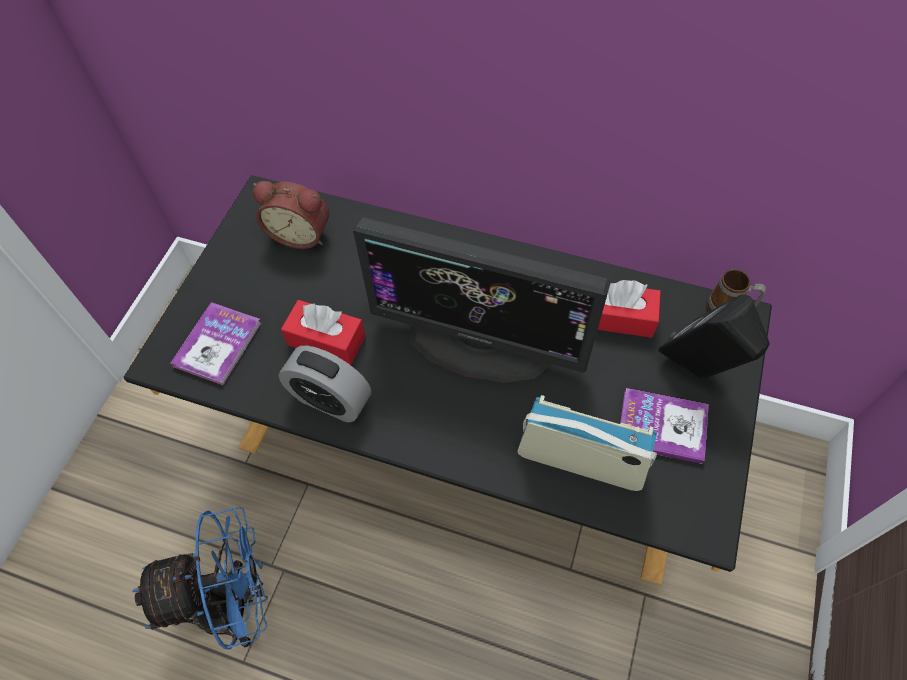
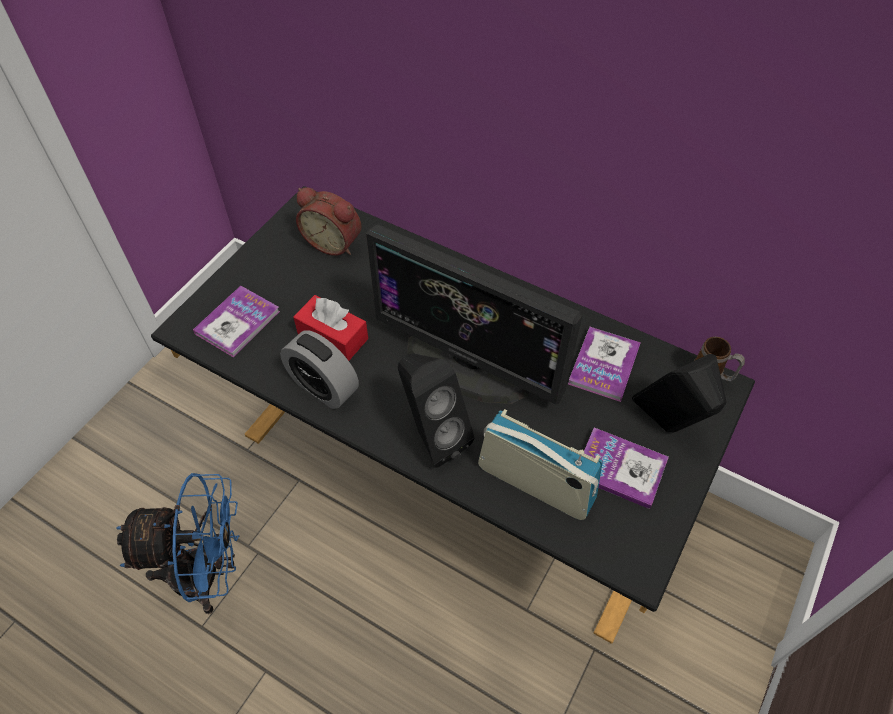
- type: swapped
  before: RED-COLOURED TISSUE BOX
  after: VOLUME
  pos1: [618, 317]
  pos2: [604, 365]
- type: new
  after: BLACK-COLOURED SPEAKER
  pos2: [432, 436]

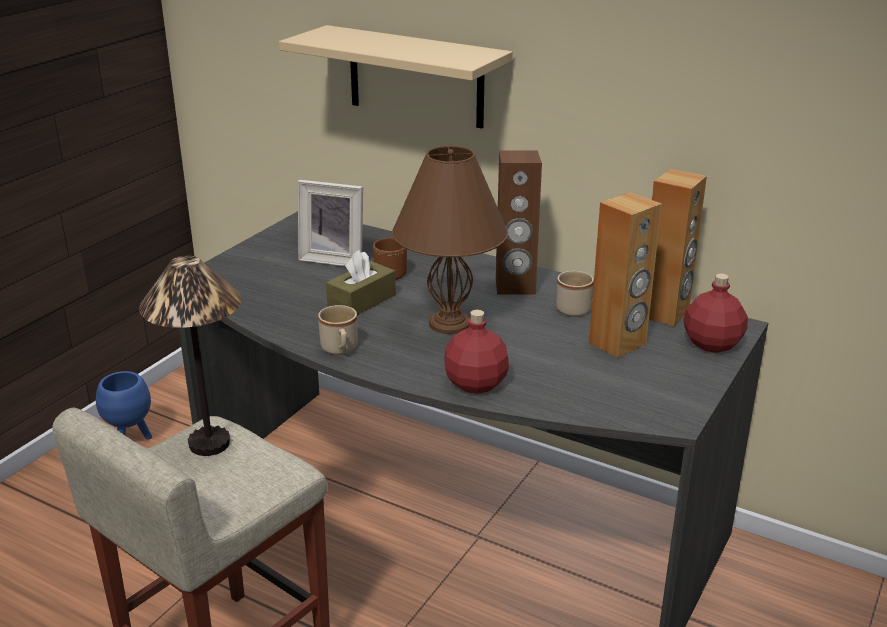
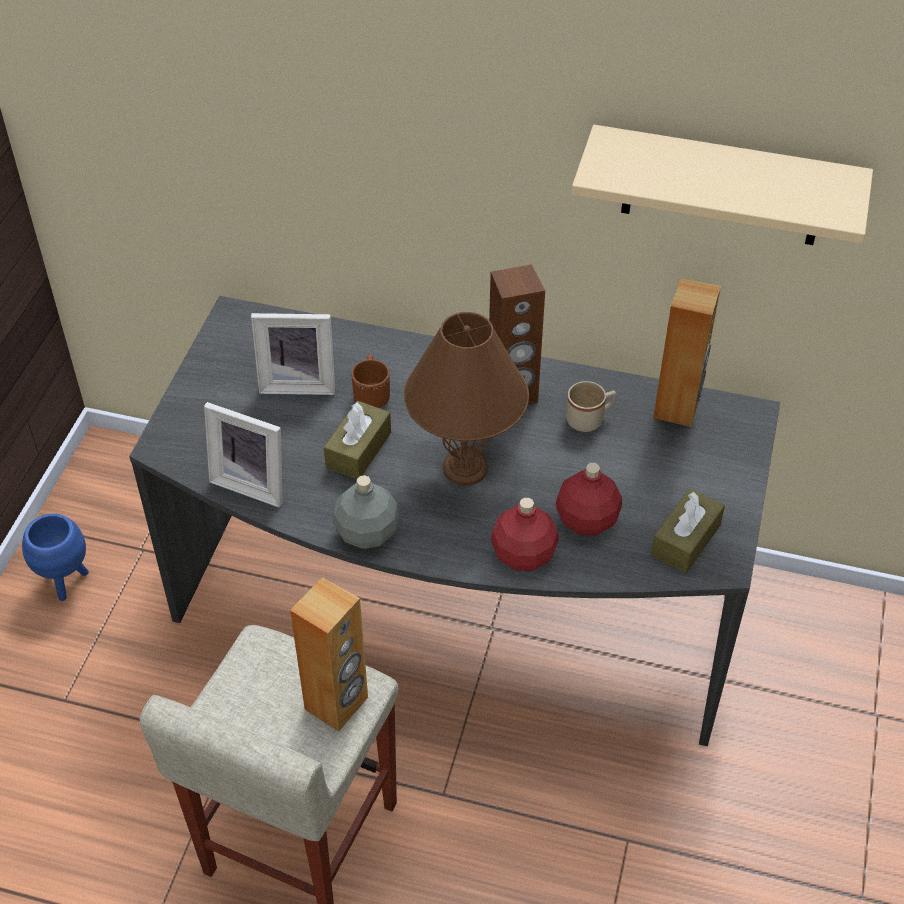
- type: shifted
  before: BEIGE-COLOURED BRACKET SHELF
  pos1: [415, 77]
  pos2: [723, 187]
- type: shifted
  before: BROWN-COLOURED SPEAKER
  pos1: [618, 344]
  pos2: [337, 704]
- type: gone
  before: LAMP FOR A TABLE
  pos1: [210, 444]
- type: shifted
  before: RED-COLOURED DRINK BOTTLE
  pos1: [712, 344]
  pos2: [587, 521]
- type: swapped
  before: BEIGE-COLOURED TEA MUG
  after: GRAY DRINK BOTTLE
  pos1: [340, 350]
  pos2: [368, 533]
- type: new
  after: PHOTO FRAME
  pos2: [253, 482]
- type: new
  after: BROWN-COLOURED TISSUE BOX
  pos2: [685, 540]

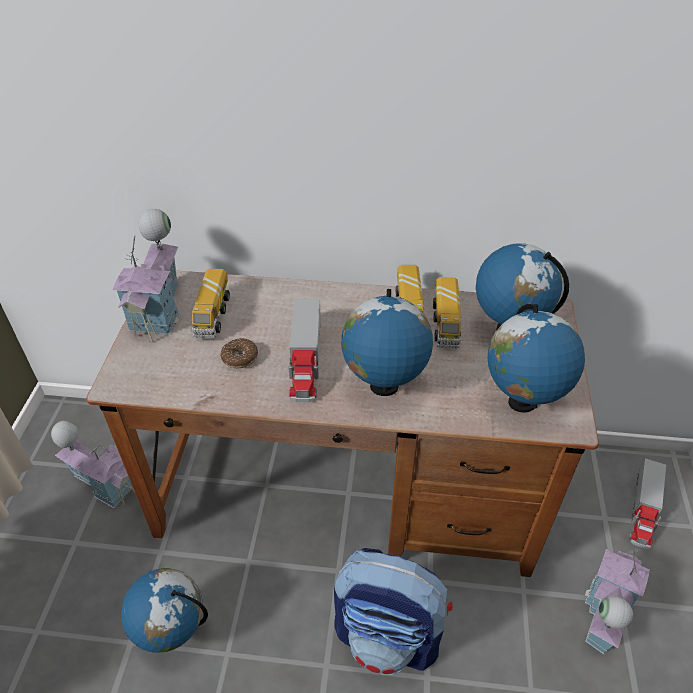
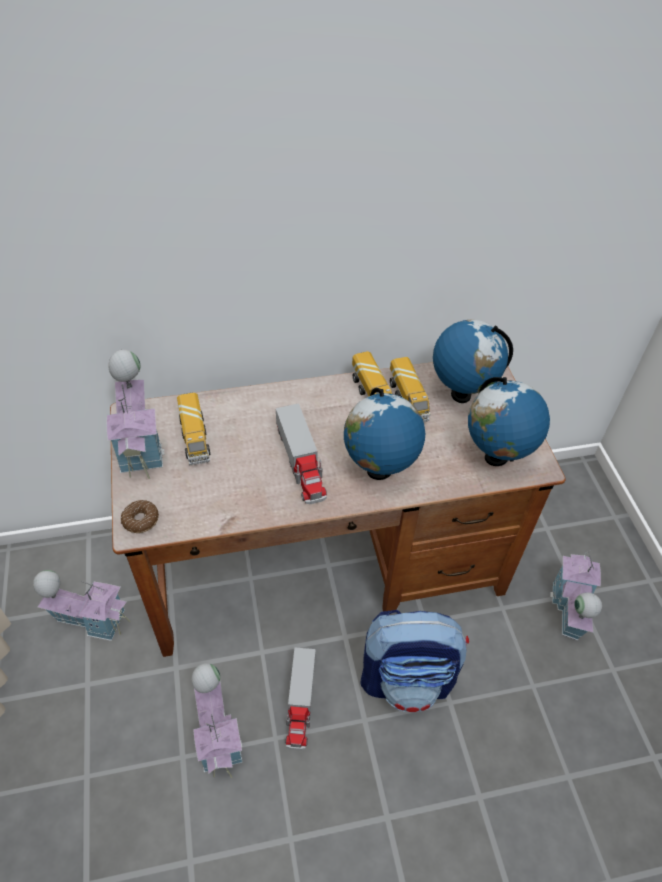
- type: shifted
  before: RING DOUGHNUT
  pos1: [240, 357]
  pos2: [141, 520]
- type: shifted
  before: TOY TRUCK
  pos1: [643, 510]
  pos2: [300, 702]
- type: swapped
  before: WORLD GLOBE
  after: MODEL HOUSE
  pos1: [173, 632]
  pos2: [219, 735]

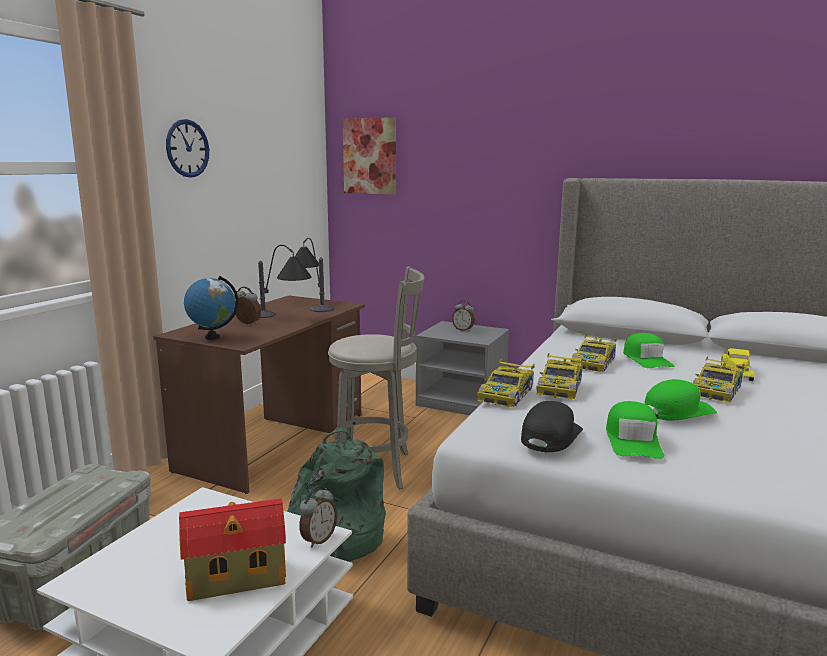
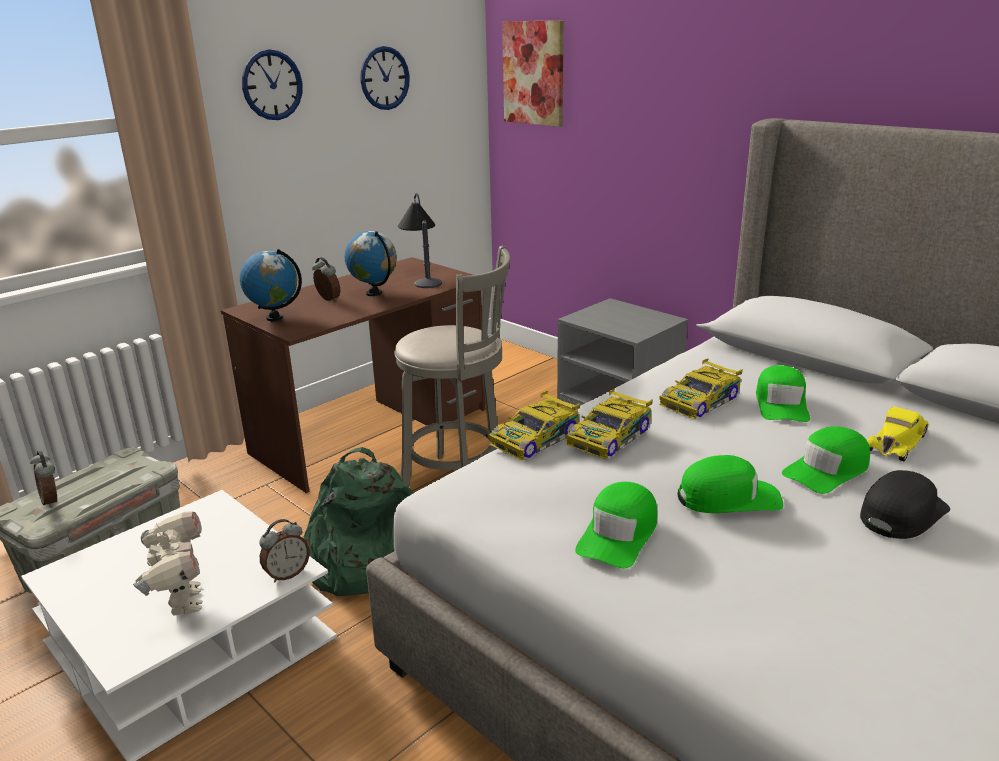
- type: swapped
  before: LAMP FOR A TABLE
  after: WORLD GLOBE
  pos1: [283, 317]
  pos2: [374, 293]
- type: shifted
  before: ALARM CLOCK
  pos1: [463, 330]
  pos2: [52, 501]
- type: swapped
  before: MINIATURE CAR
  after: GREEN-COLOURED PEAKED CAP
  pos1: [717, 390]
  pos2: [827, 470]
- type: shifted
  before: BLACK-COLOURED PEAKED CAP
  pos1: [550, 436]
  pos2: [902, 514]
- type: swapped
  before: MODEL HOUSE
  after: ROBOT FIGURE
  pos1: [234, 579]
  pos2: [182, 602]
- type: new
  after: CLOCK ON THE WALL
  pos2: [384, 78]

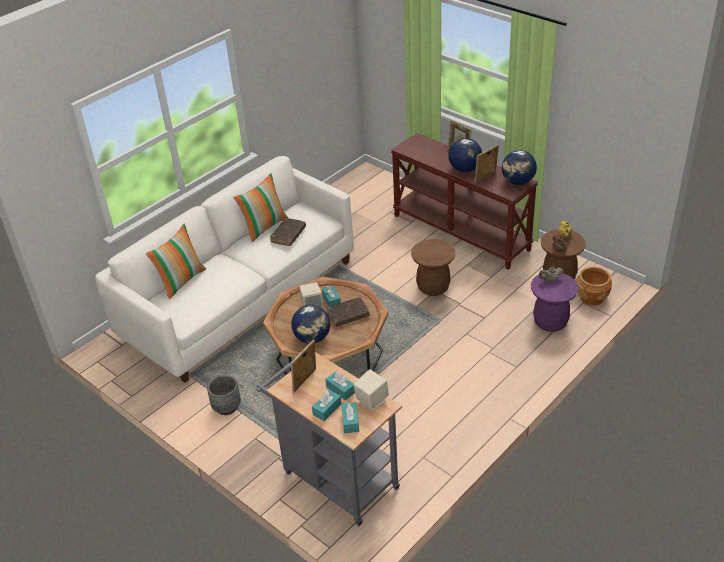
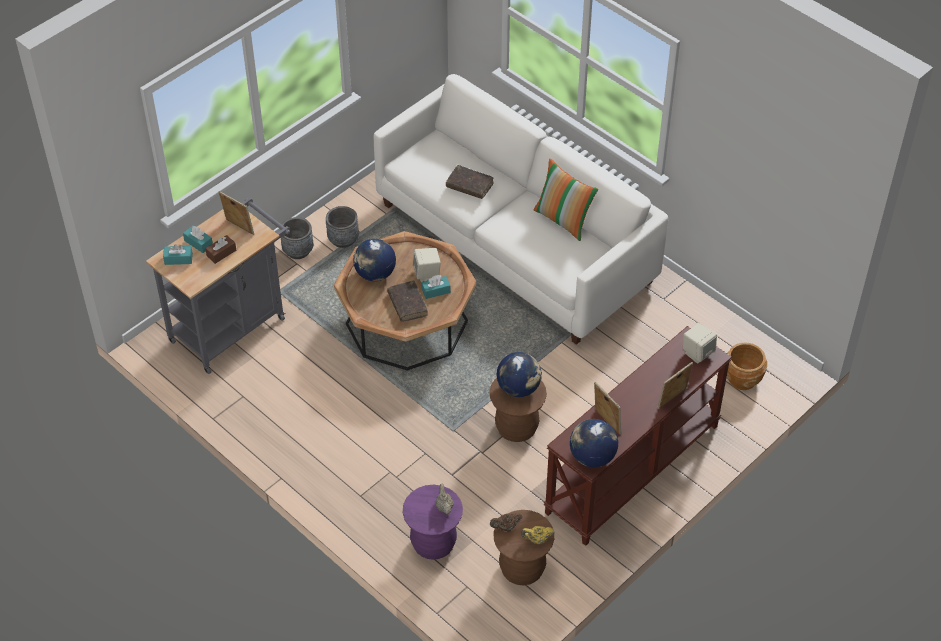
- type: shifted
  before: WORLD GLOBE
  pos1: [464, 169]
  pos2: [518, 388]
- type: shifted
  before: BROWN-COLOURED VOLUME
  pos1: [288, 235]
  pos2: [469, 186]
- type: gone
  before: PILLOW
  pos1: [181, 281]
- type: shifted
  before: BROWN-COLOURED PLANTER
  pos1: [592, 298]
  pos2: [742, 379]
- type: shifted
  before: BEIGE-COLOURED SPEAKER
  pos1: [371, 401]
  pos2: [697, 353]
- type: repainted
  before: TURQUOISE-COLOURED TISSUE BOX
  after: BROWN-COLOURED TISSUE BOX
  pos1: [340, 389]
  pos2: [221, 253]
- type: new
  after: GRAY PLANTER
  pos2: [298, 251]

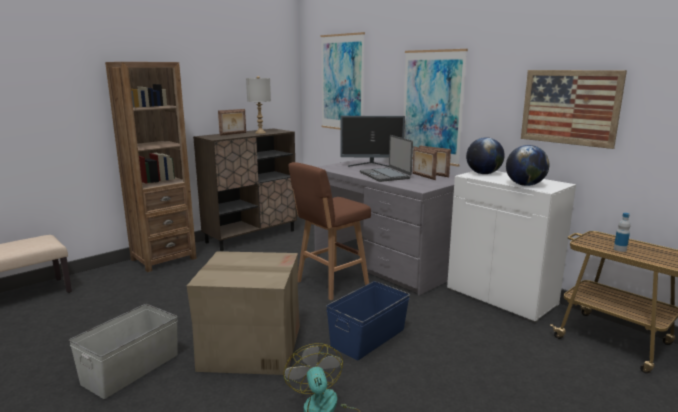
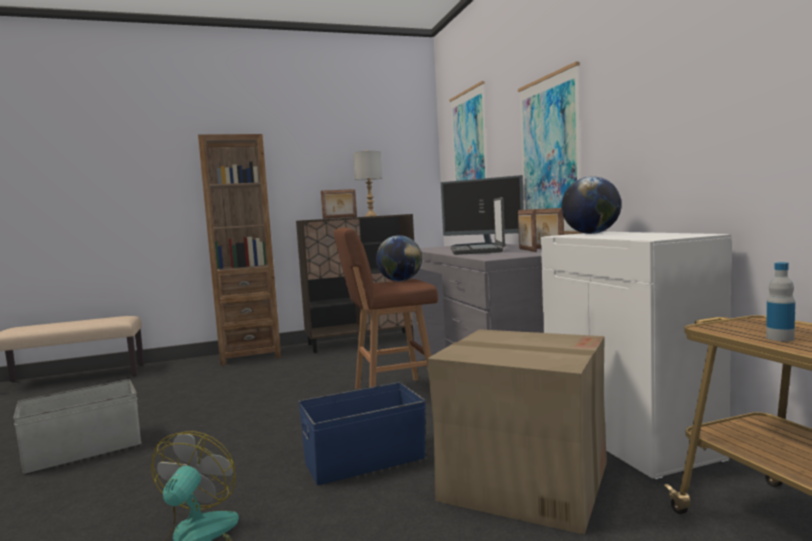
- type: gone
  before: WALL PICTURE
  pos1: [569, 107]
- type: shifted
  before: WORLD GLOBE
  pos1: [525, 185]
  pos2: [400, 281]
- type: shifted
  before: CARTON
  pos1: [250, 347]
  pos2: [524, 480]

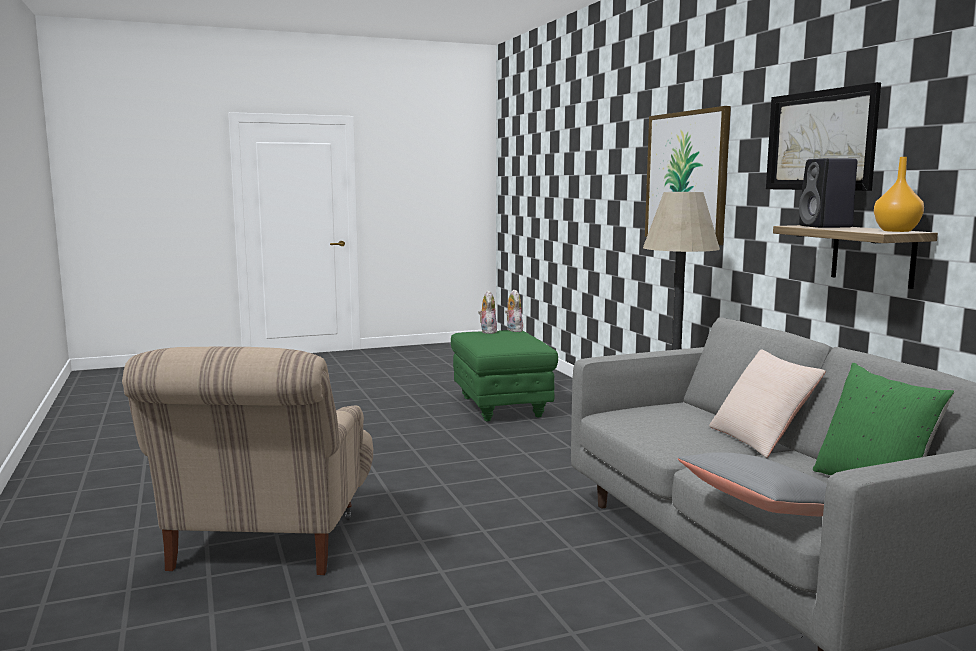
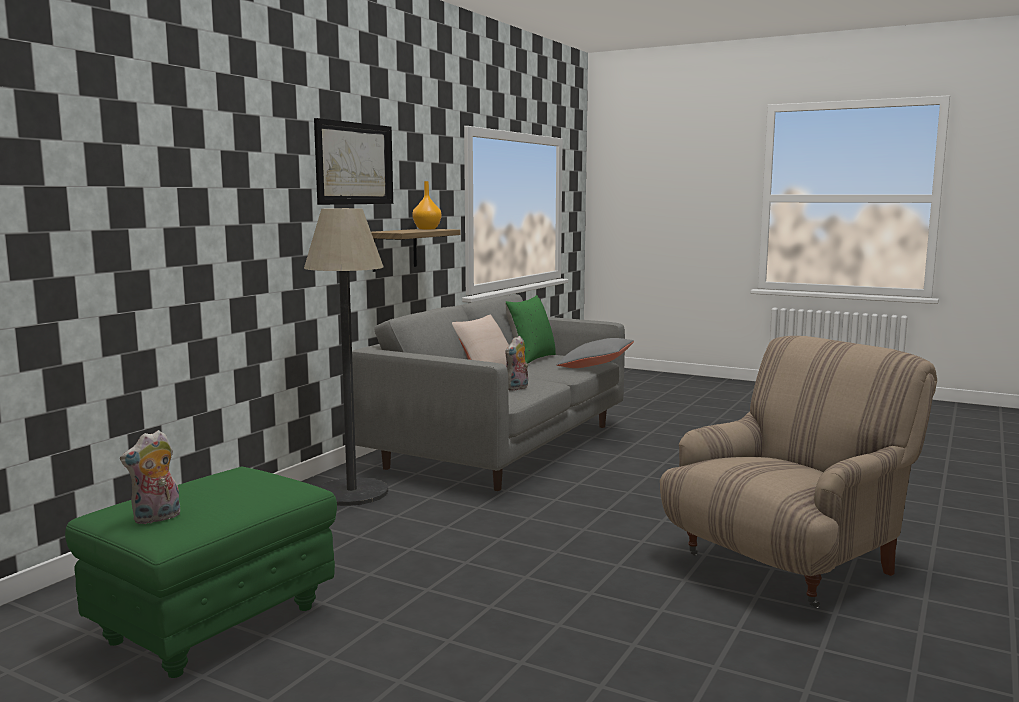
- type: gone
  before: WALL PICTURE
  pos1: [686, 176]
- type: gone
  before: BLACK-COLOURED SPEAKER
  pos1: [826, 226]
- type: shifted
  before: CUDDLY TOY
  pos1: [513, 330]
  pos2: [517, 388]

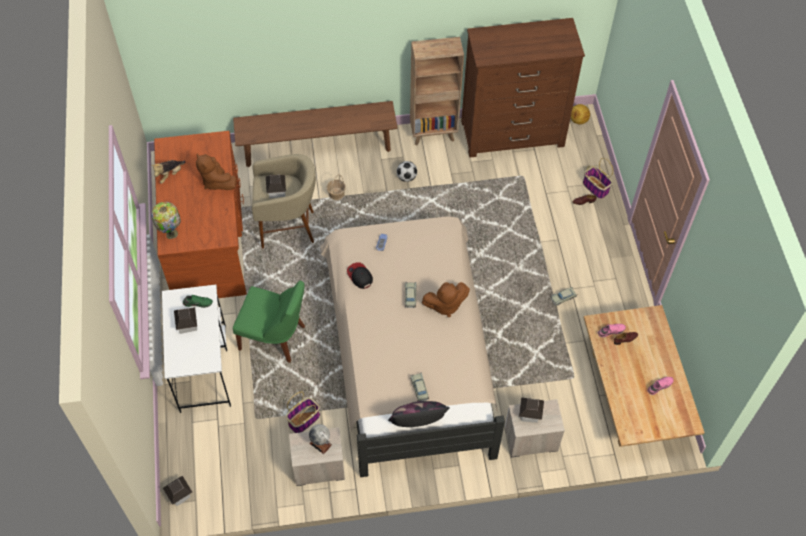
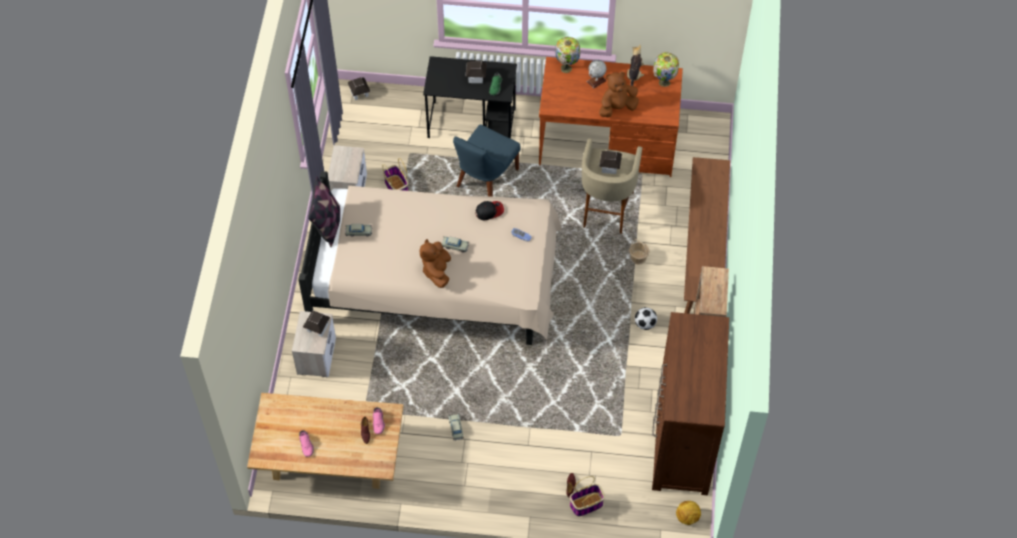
- type: rotated
  before: CUDDLY TOY
  pos1: [170, 174]
  pos2: [634, 75]
  turn: 45
- type: repainted
  before: GREEN-COLOURED UPRIGHT CHAIR
  after: BLUISH UPRIGHT CHAIR
  pos1: [275, 338]
  pos2: [485, 180]
- type: repainted
  before: WHITISH DESK TABLE
  after: BLACK-COLOURED DESK TABLE
  pos1: [203, 367]
  pos2: [472, 123]
- type: shifted
  before: WORLD GLOBE
  pos1: [320, 444]
  pos2: [596, 81]
- type: new
  after: LAMP FOR A TABLE
  pos2: [663, 83]

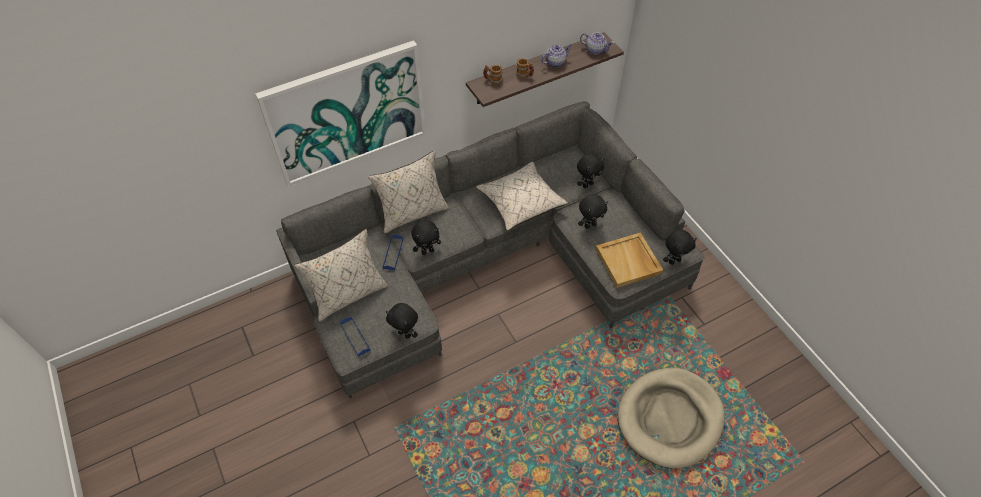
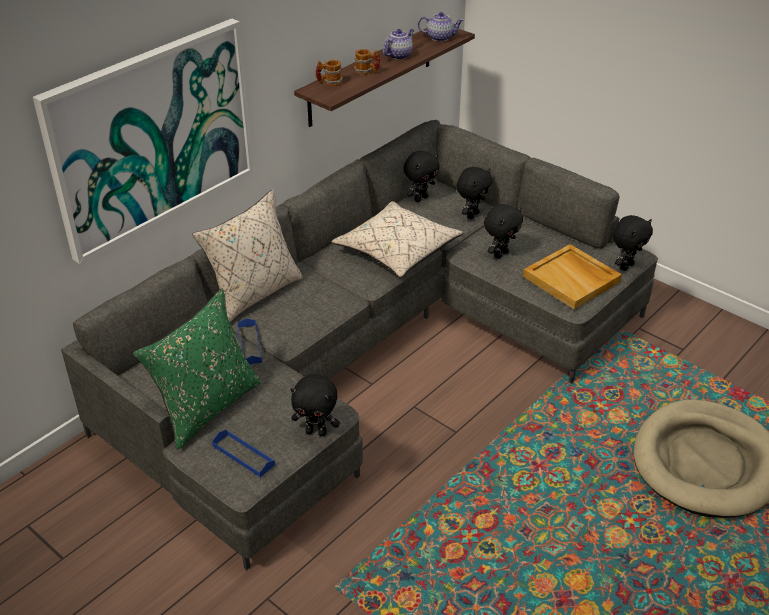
- type: shifted
  before: BLACK-COLOURED CUDDLY TOY
  pos1: [427, 251]
  pos2: [420, 198]
- type: repainted
  before: BEIGE-COLOURED PILLOW
  after: GREEN-COLOURED PILLOW
  pos1: [348, 295]
  pos2: [207, 407]

